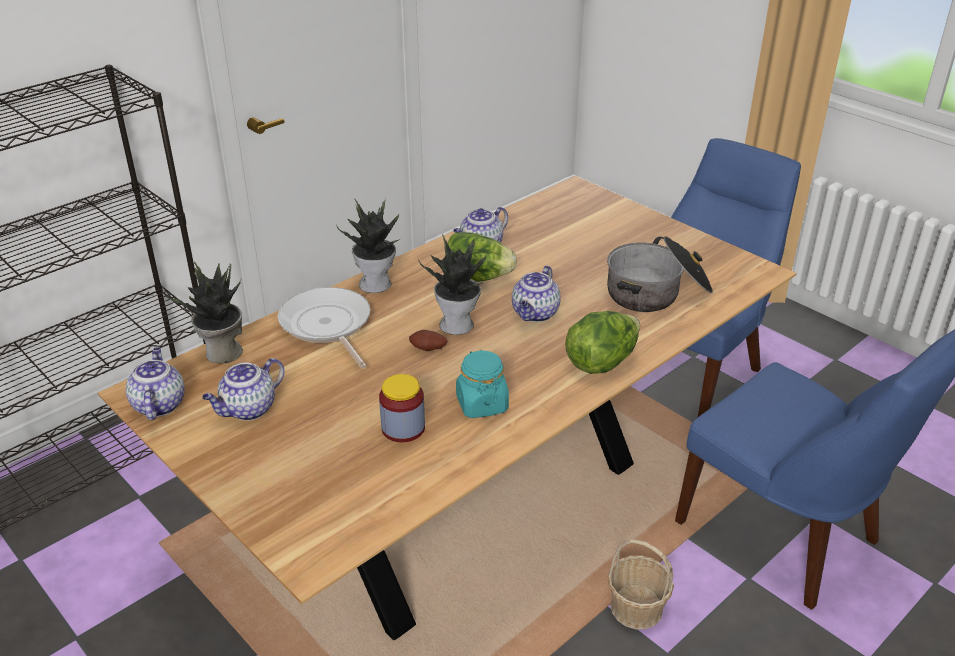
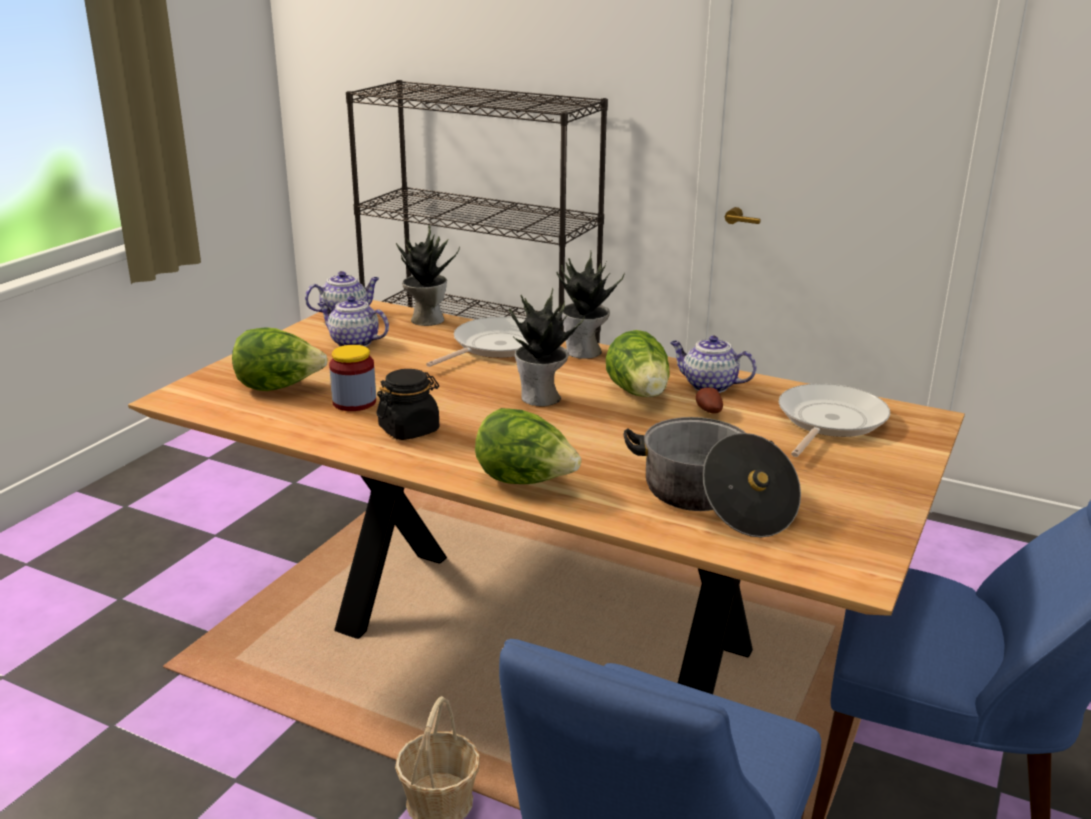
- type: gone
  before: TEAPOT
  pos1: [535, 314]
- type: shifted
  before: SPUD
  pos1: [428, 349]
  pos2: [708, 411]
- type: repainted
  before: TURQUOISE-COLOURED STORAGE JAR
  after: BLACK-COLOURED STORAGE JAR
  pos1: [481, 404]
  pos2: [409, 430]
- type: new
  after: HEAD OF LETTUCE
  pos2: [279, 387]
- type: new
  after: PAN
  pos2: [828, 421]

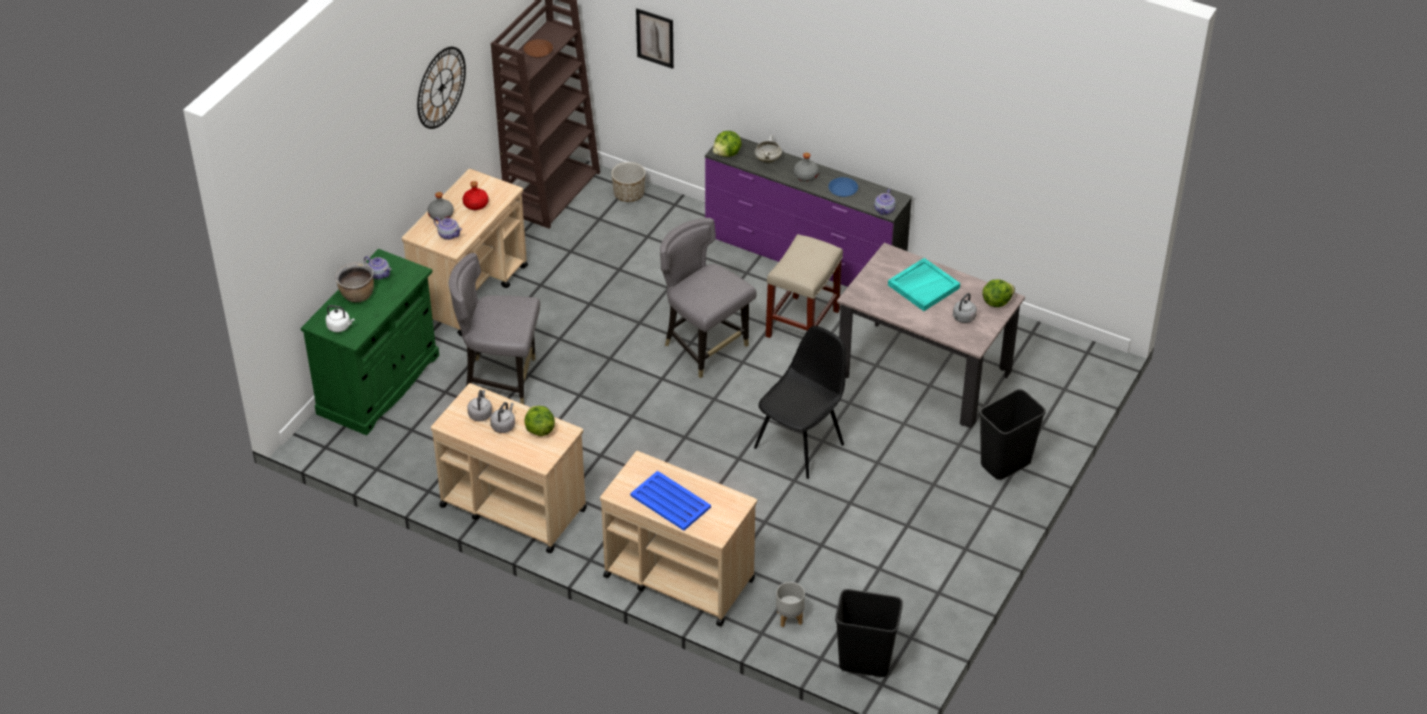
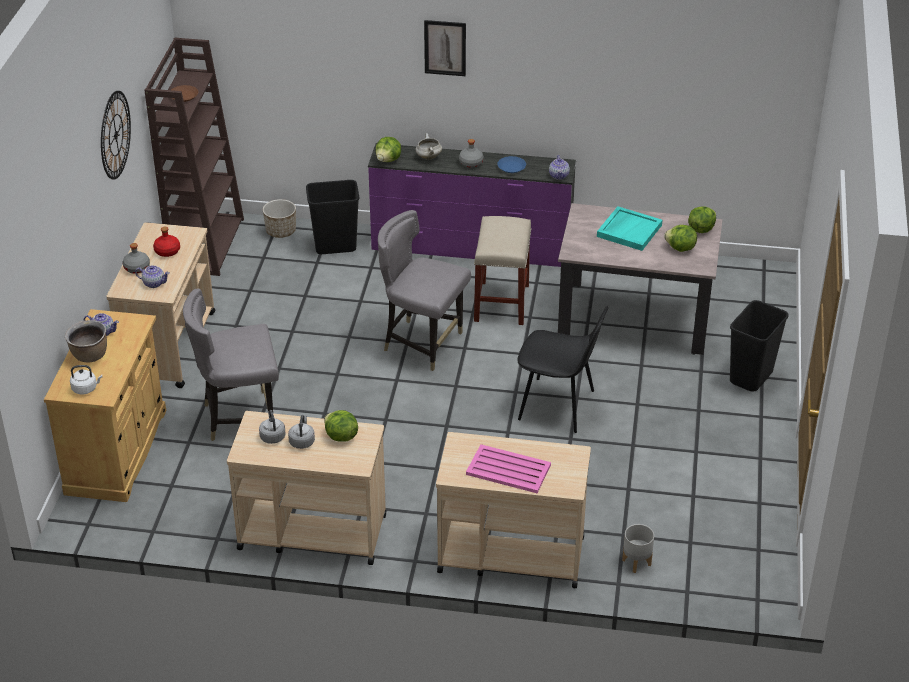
- type: shifted
  before: WALL PICTURE
  pos1: [655, 38]
  pos2: [445, 48]
- type: repainted
  before: GREEN-COLOURED CABINET
  after: BEIGE-COLOURED CABINET
  pos1: [379, 384]
  pos2: [117, 451]
- type: swapped
  before: GRAY WATER KETTLE
  after: HEAD OF LETTUCE
  pos1: [963, 318]
  pos2: [680, 248]
- type: rotated
  before: BLACK-COLOURED UPRIGHT CHAIR
  pos1: [800, 445]
  pos2: [558, 406]
  turn: 90
- type: repainted
  before: BLUISH TRAY
  after: PINK TRAY
  pos1: [671, 502]
  pos2: [509, 470]
- type: shifted
  before: BLACK-COLOURED RUBBISH BIN
  pos1: [864, 663]
  pos2: [335, 247]

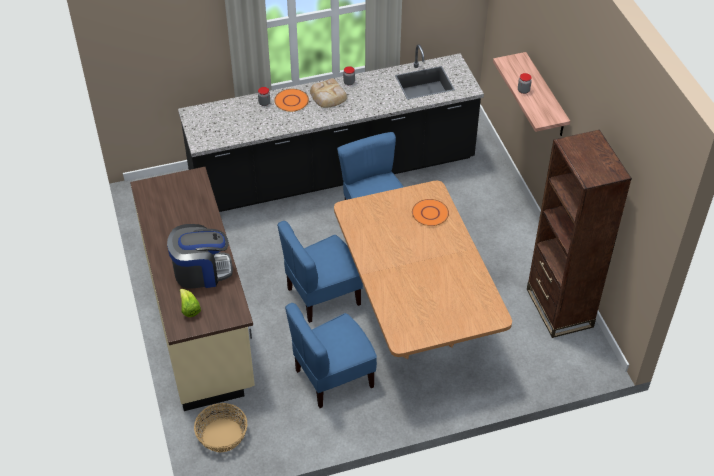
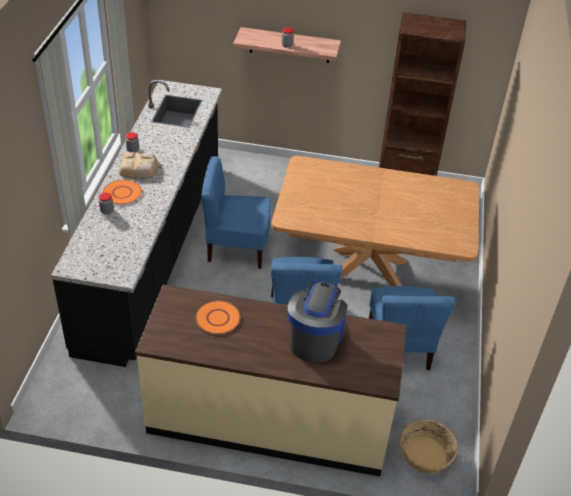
- type: shifted
  before: ORANGE DINNER PLATE
  pos1: [430, 213]
  pos2: [218, 318]
- type: gone
  before: HEAD OF LETTUCE
  pos1: [189, 309]

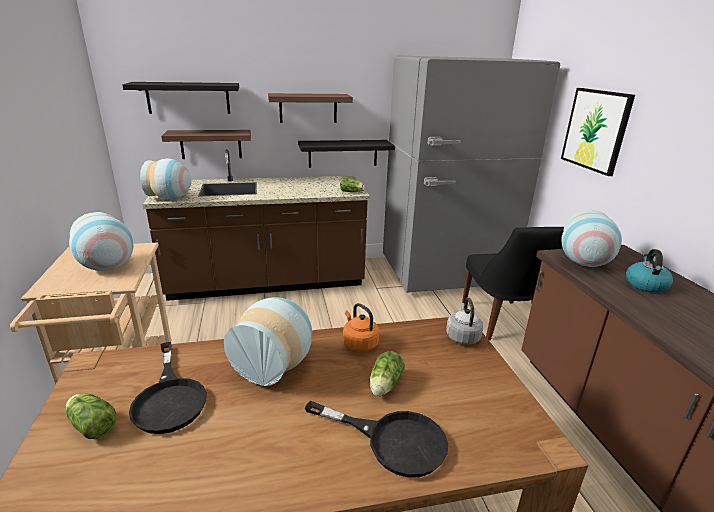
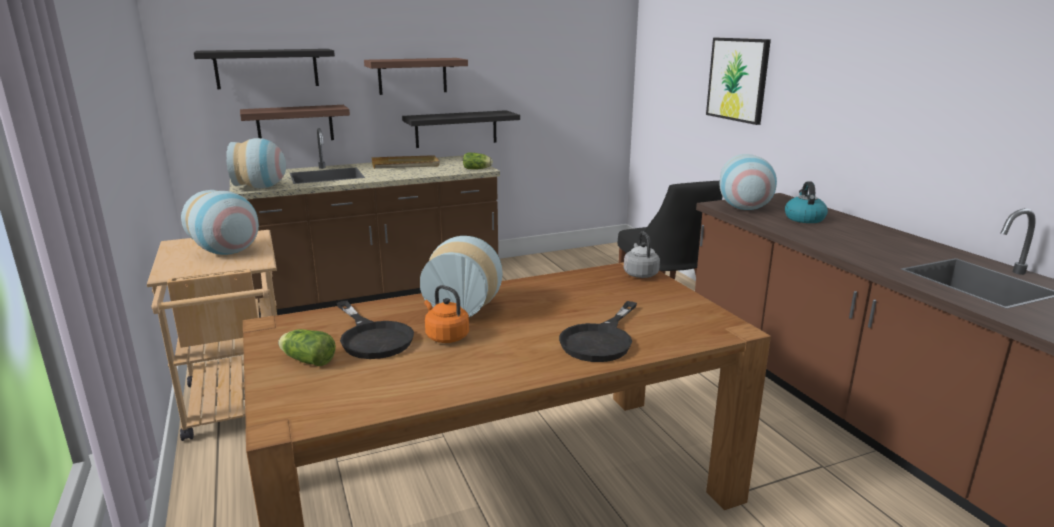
- type: gone
  before: GRAY REFRIGERATOR
  pos1: [445, 273]
- type: shifted
  before: ORANGE WATER KETTLE
  pos1: [359, 343]
  pos2: [445, 336]
- type: gone
  before: HEAD OF LETTUCE
  pos1: [384, 386]
- type: rotated
  before: BLACK-COLOURED PAN
  pos1: [392, 440]
  pos2: [601, 340]
  turn: 105
- type: new
  after: BEIGE-COLOURED TRAY
  pos2: [405, 165]

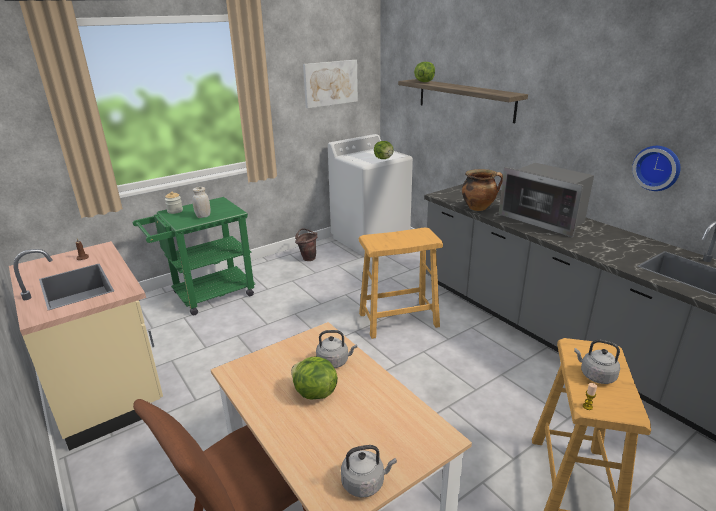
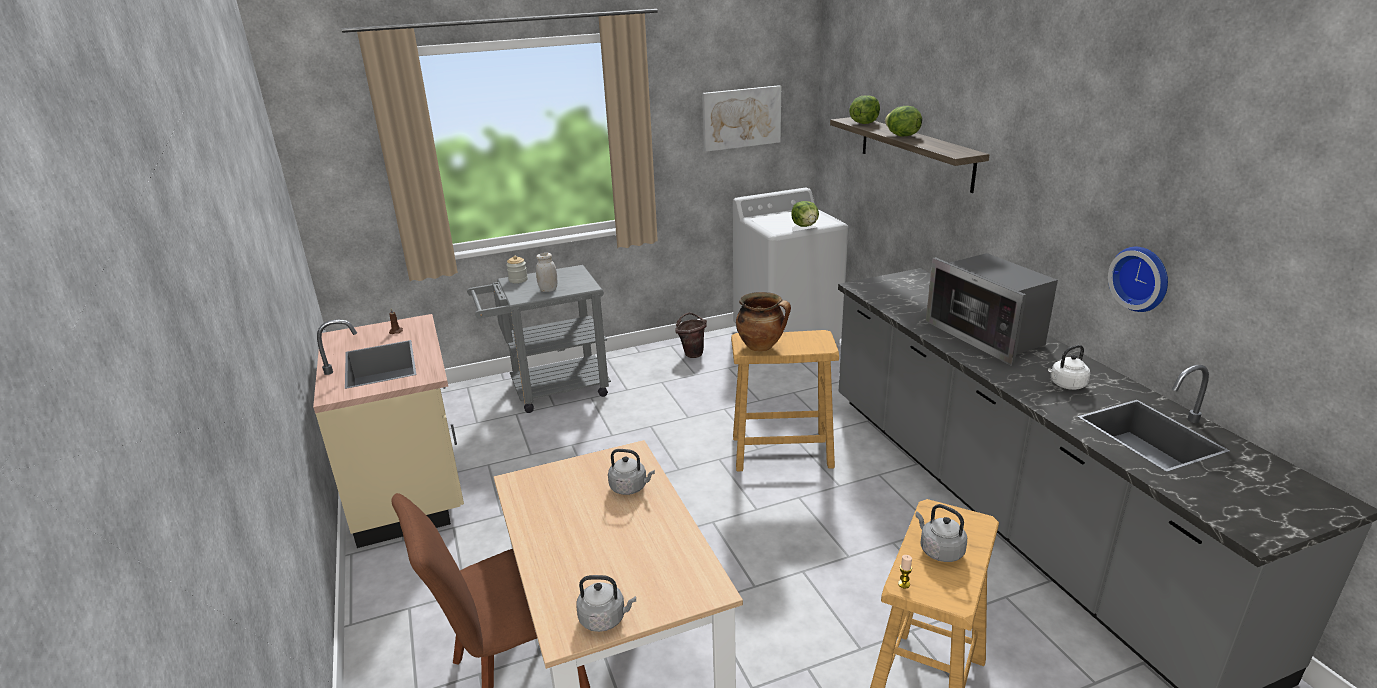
- type: shifted
  before: SAUCEPOT
  pos1: [479, 208]
  pos2: [762, 346]
- type: repainted
  before: GREEN-COLOURED TROLLEY
  after: GRAY TROLLEY
  pos1: [206, 296]
  pos2: [550, 390]
- type: shifted
  before: HEAD OF LETTUCE
  pos1: [314, 393]
  pos2: [901, 136]
- type: new
  after: WHITISH WATER KETTLE
  pos2: [1066, 385]

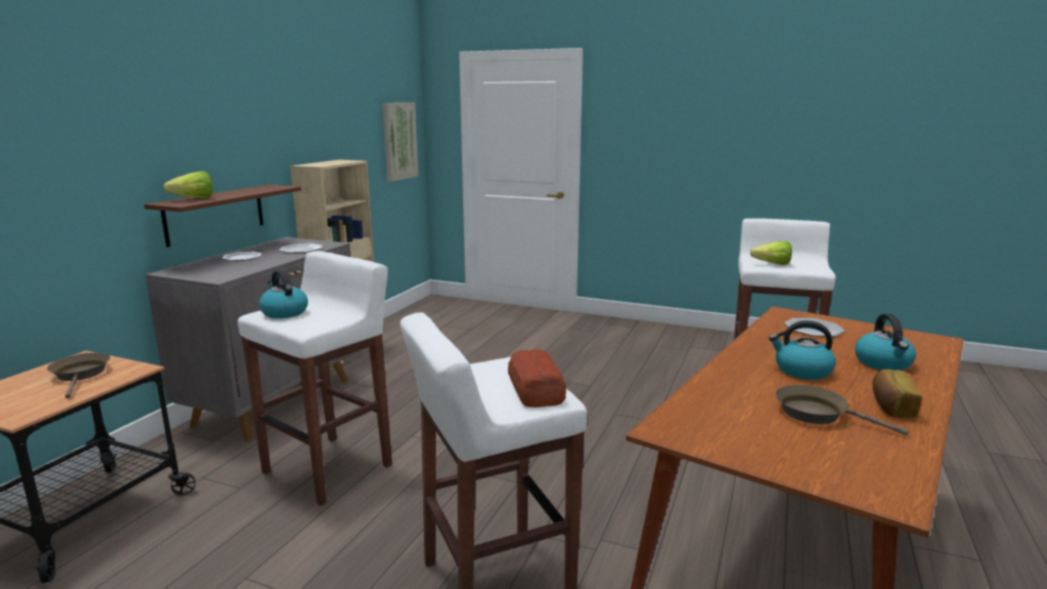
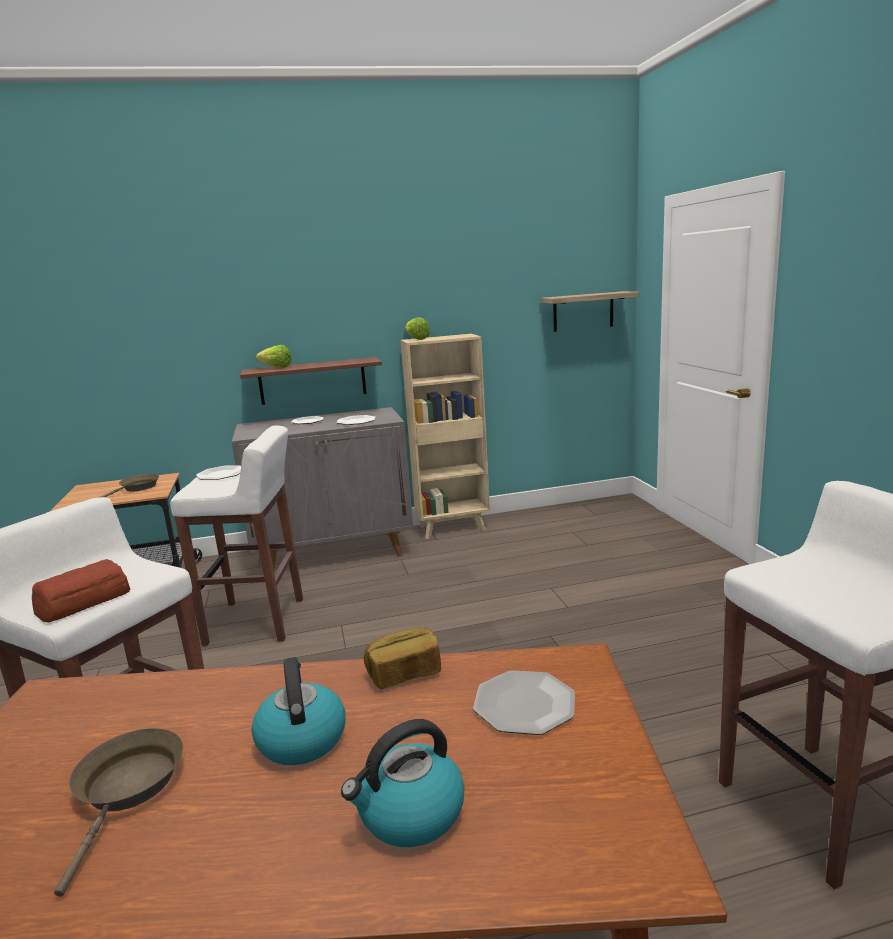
- type: swapped
  before: WALL PICTURE
  after: BRACKET SHELF
  pos1: [399, 141]
  pos2: [583, 311]
- type: shifted
  before: HEAD OF LETTUCE
  pos1: [769, 264]
  pos2: [416, 339]
- type: swapped
  before: WATER KETTLE
  after: DINNER PLATE
  pos1: [284, 312]
  pos2: [221, 474]
- type: shifted
  before: BAKERY BREAD
  pos1: [891, 407]
  pos2: [404, 673]

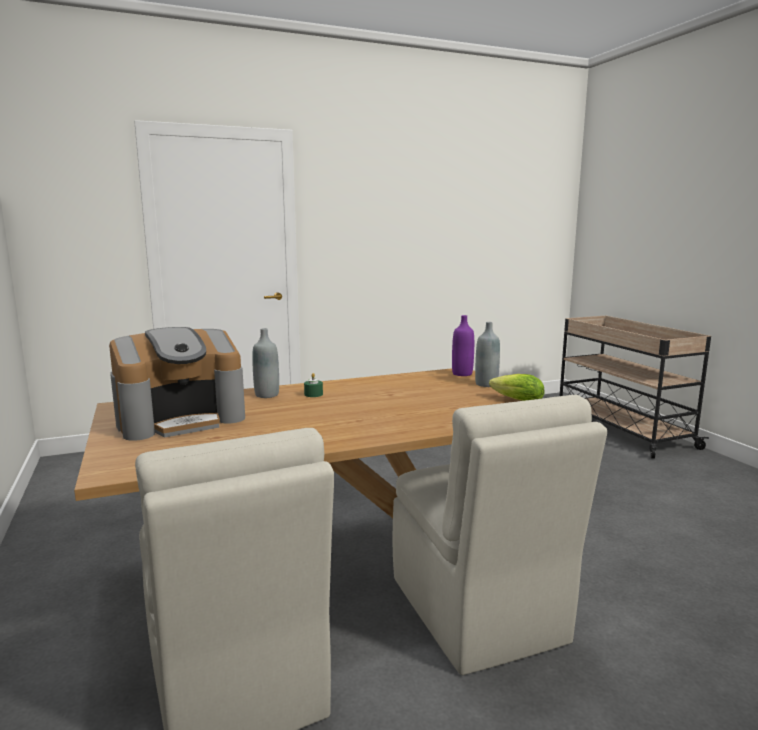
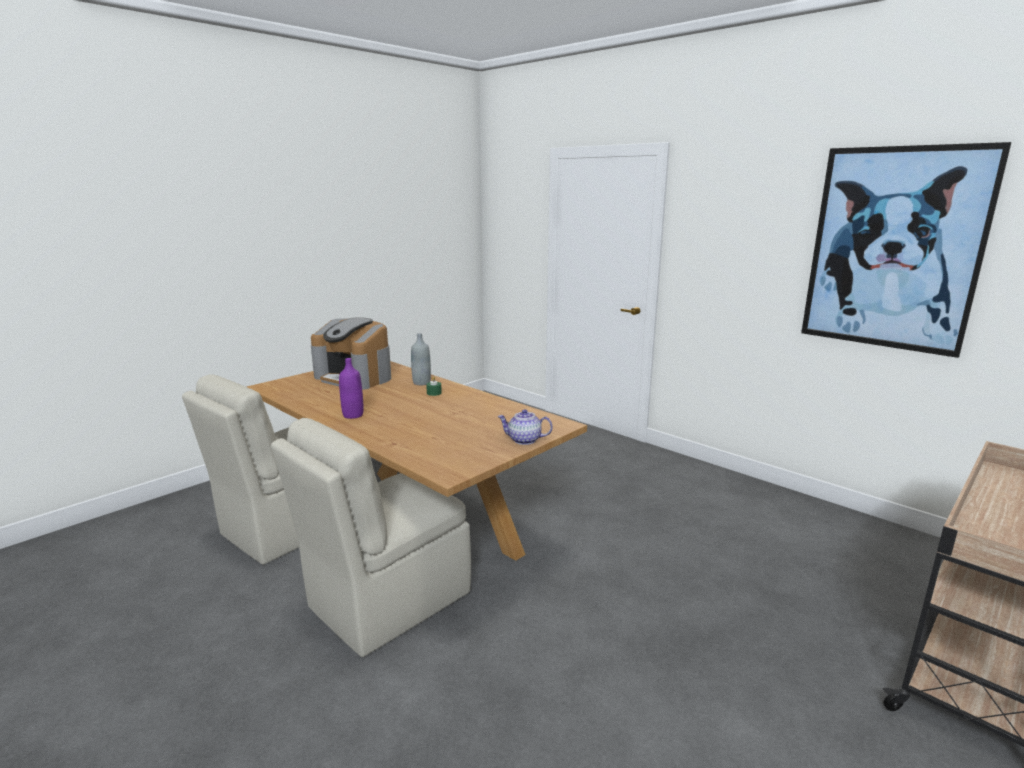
- type: shifted
  before: PURPLE DRINK BOTTLE
  pos1: [462, 374]
  pos2: [353, 415]
- type: swapped
  before: GRAY DRINK BOTTLE
  after: TEAPOT
  pos1: [486, 384]
  pos2: [524, 440]
- type: gone
  before: HEAD OF LETTUCE
  pos1: [514, 400]
- type: new
  after: WALL PICTURE
  pos2: [893, 249]

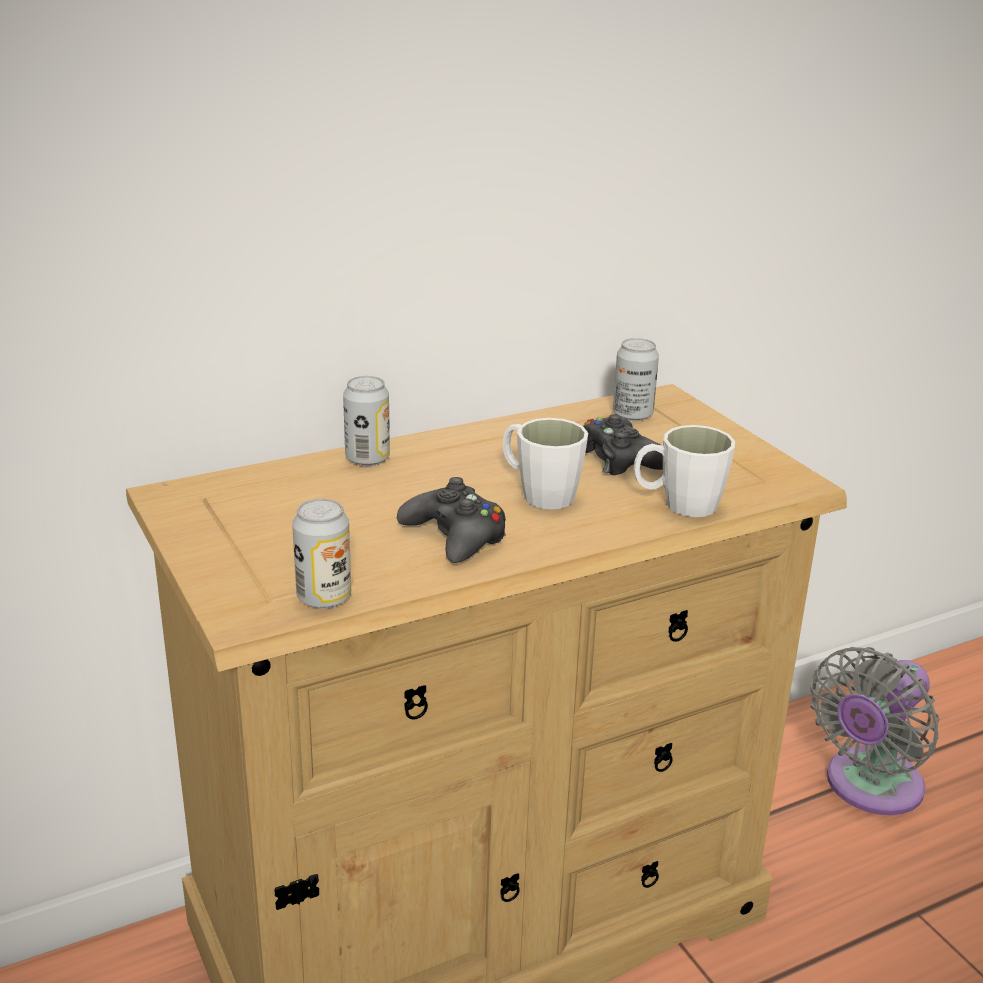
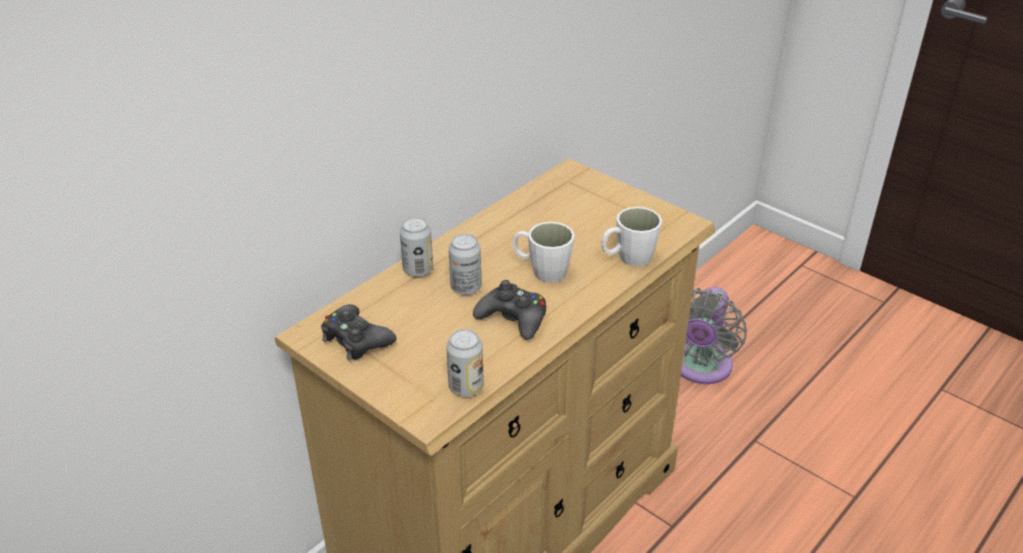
- type: shifted
  before: CAN
  pos1: [632, 415]
  pos2: [466, 287]
- type: shifted
  before: BLACK-COLOURED GAMEPAD
  pos1: [620, 459]
  pos2: [356, 340]

